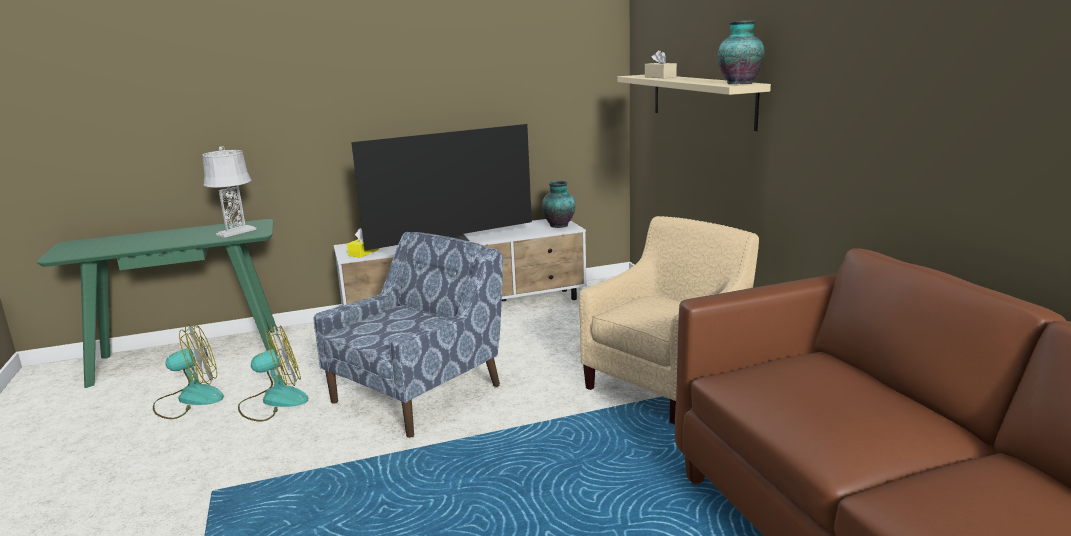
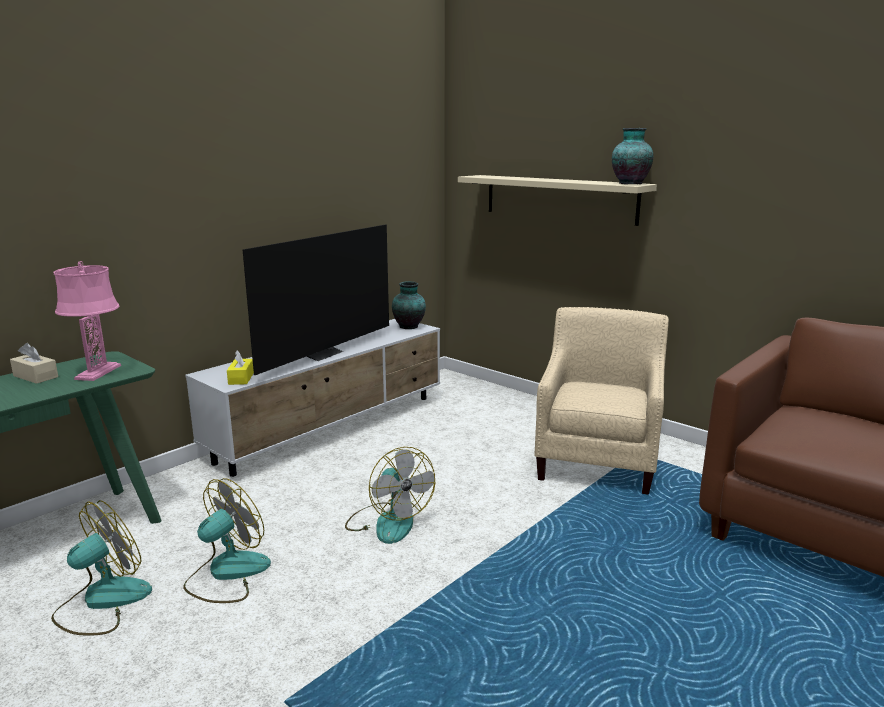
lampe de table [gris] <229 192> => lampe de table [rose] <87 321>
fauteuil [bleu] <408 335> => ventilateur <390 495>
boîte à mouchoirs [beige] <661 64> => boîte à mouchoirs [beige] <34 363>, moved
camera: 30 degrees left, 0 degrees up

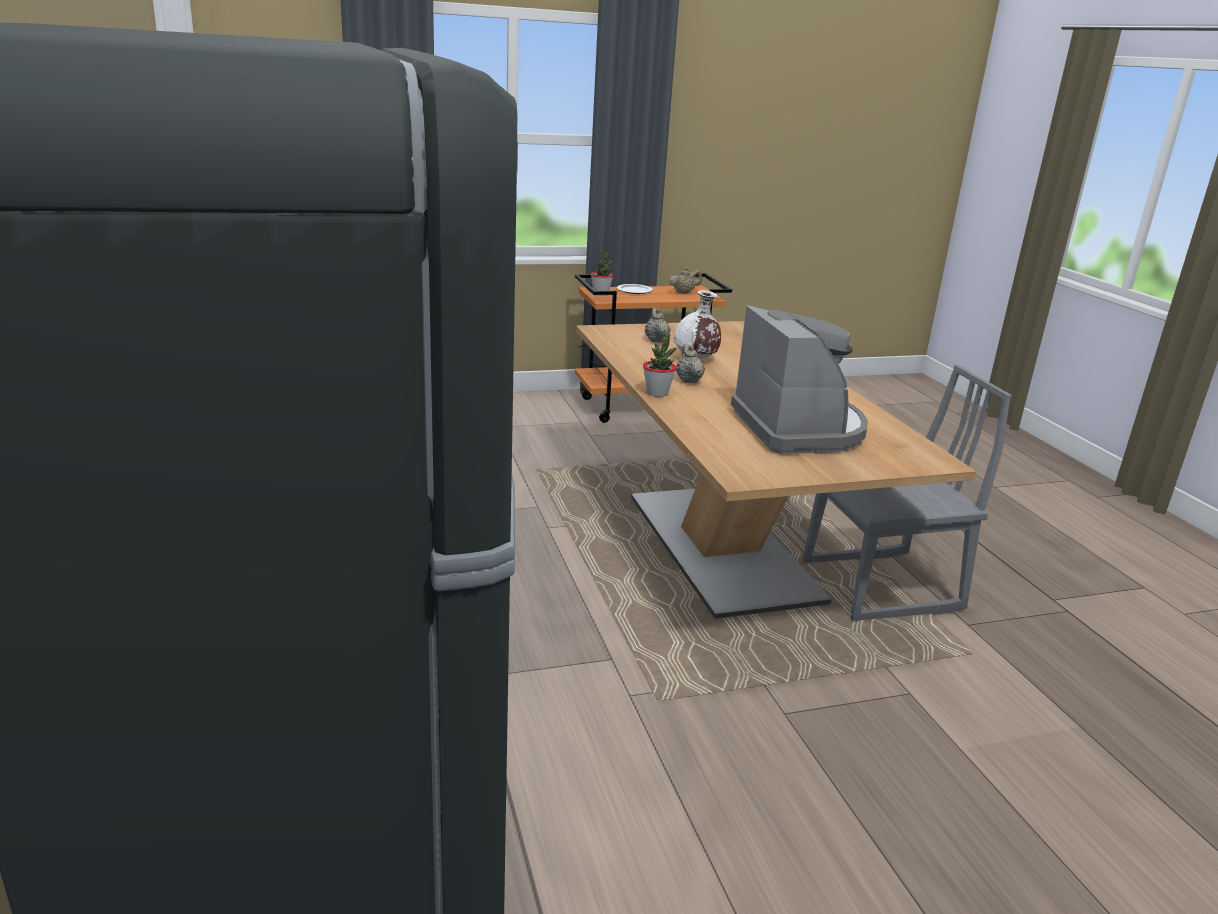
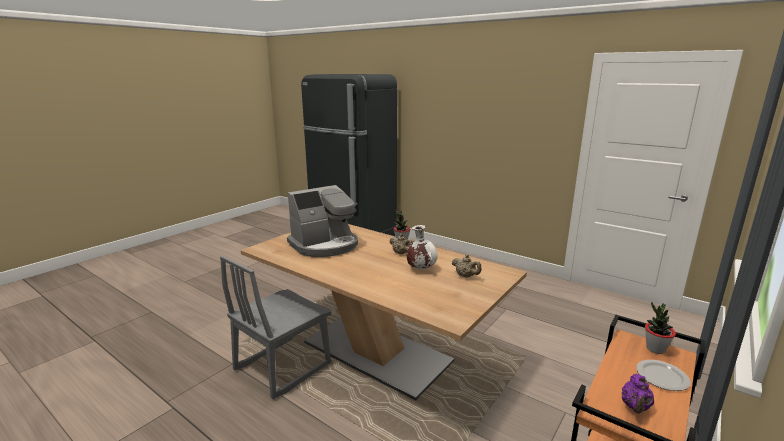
théière [beige] <685 280> => théière [violet] <638 394>
machine à café <799 379> => machine à café <322 221>, 75 degrees counterclockwise
camera: 145 degrees right, 5 degrees down

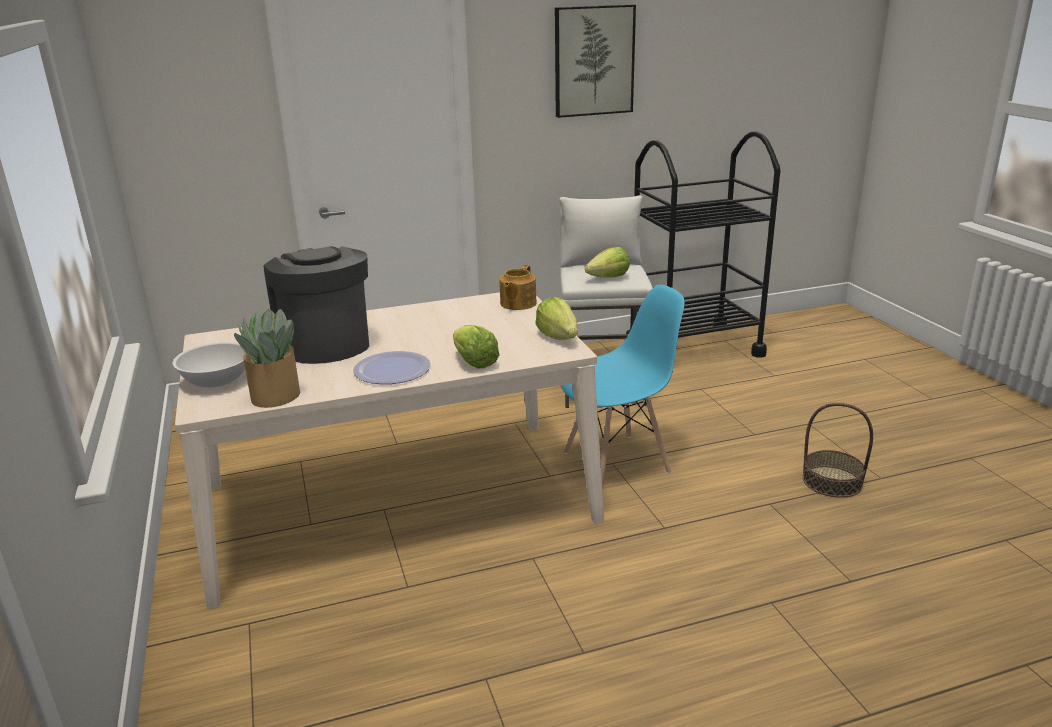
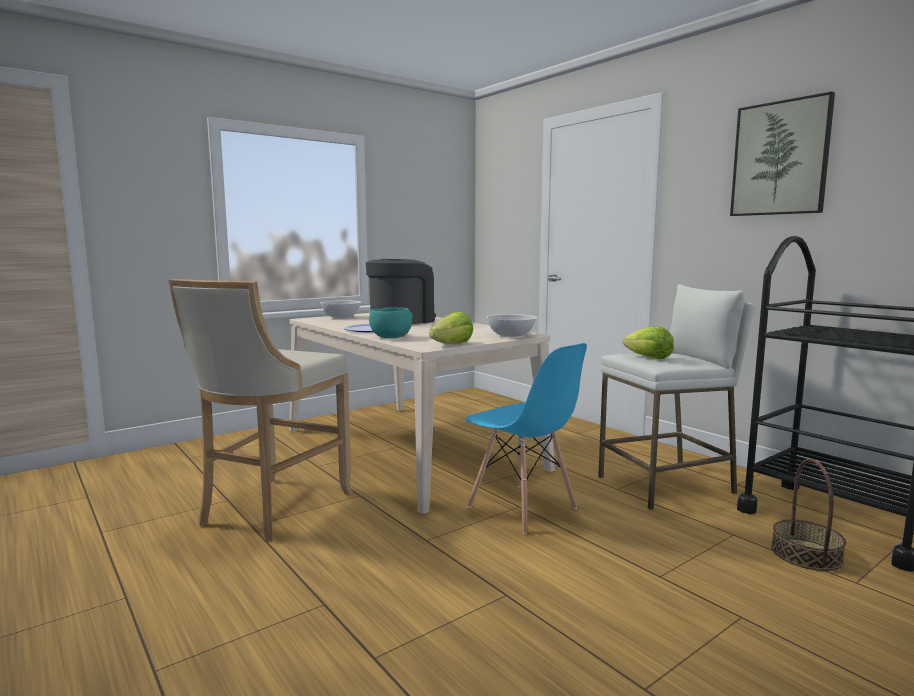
plante en pot <267 358> => nothing
laitue <476 346> => bol [turquoise] <391 322>
théière <518 287> => bol [blanc] <511 325>
panier <838 450> => panier <808 514>, moved
nothing => tabouret [beige] <260 410>
camera: 70 degrees right, 15 degrees down

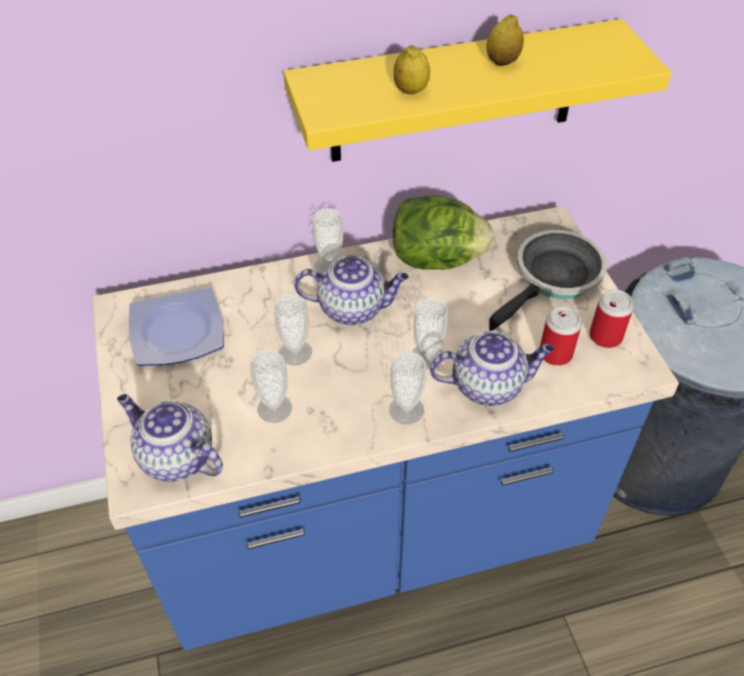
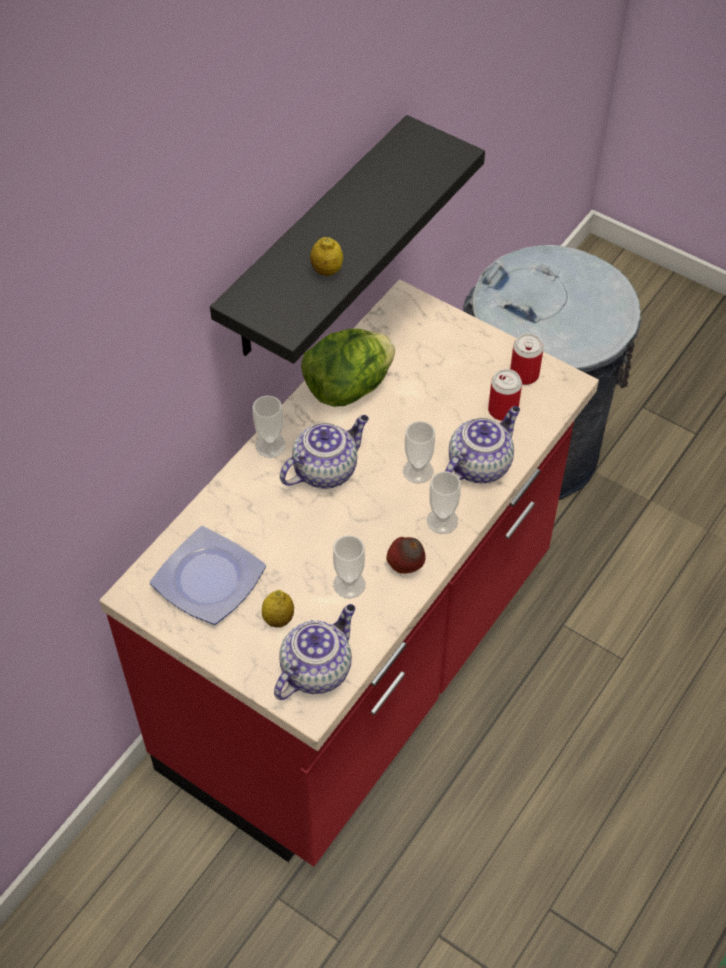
comptoir de cuisine [bleu] <385 428> => comptoir de cuisine [rouge] <349 573>
théière <170 438> => théière <314 652>, 135 degrees clockwise
tasse <293 330> => nothing
étagère [jaune] <477 90> => étagère [noir] <347 239>
citron <505 40> => citron <278 608>, moved
poêle <548 280> => nothing
nothing => pomme <406 555>
camera: 40 degrees left, 5 degrees up

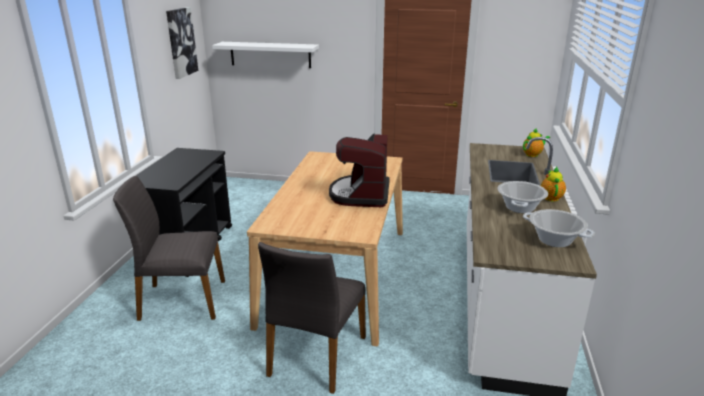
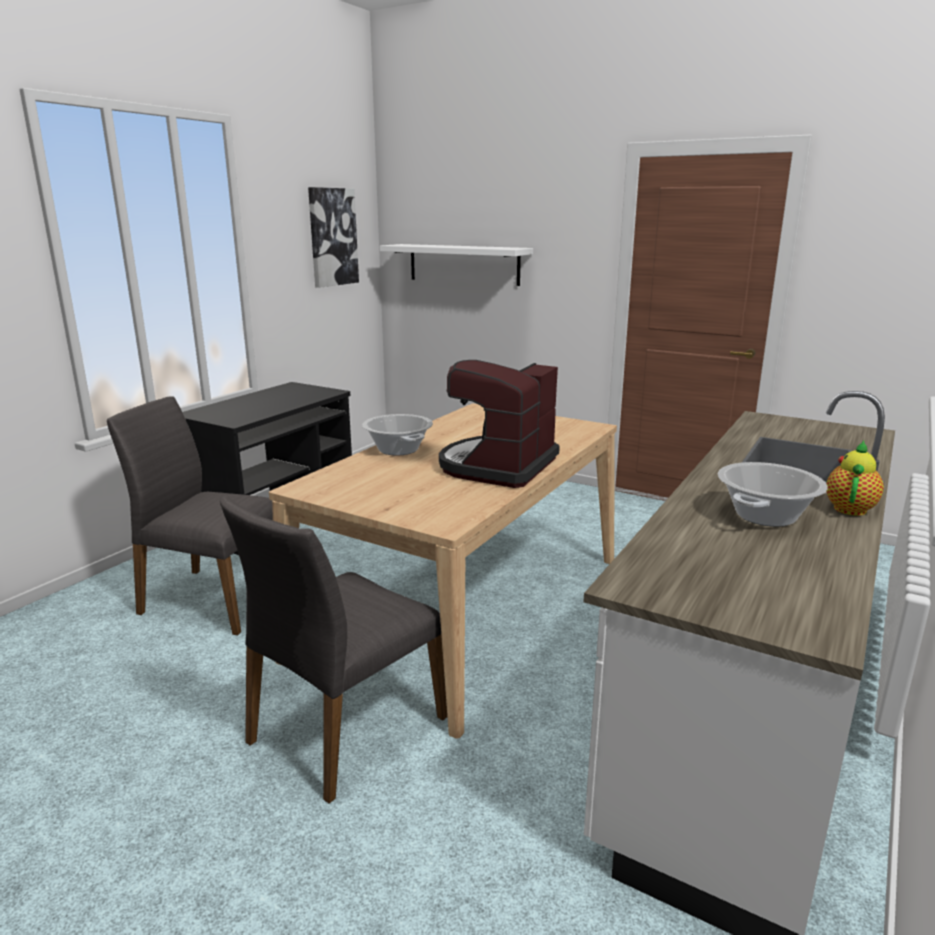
théière <536 142> => nothing
marmite <559 228> => marmite <397 434>, moved
camera: 20 degrees right, 5 degrees down

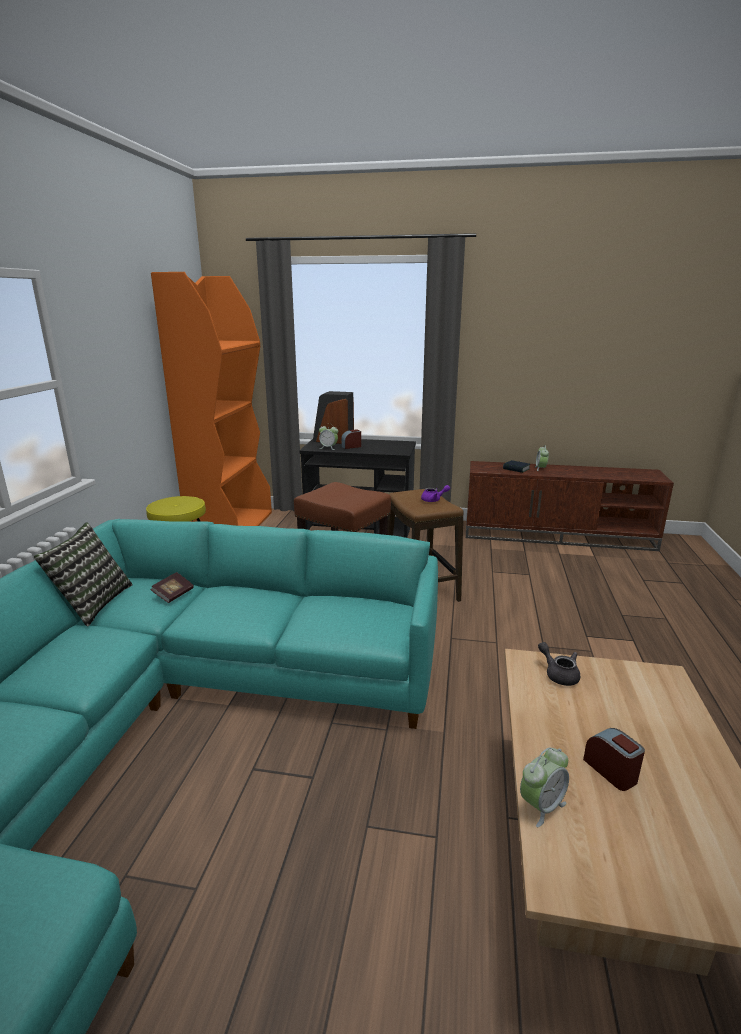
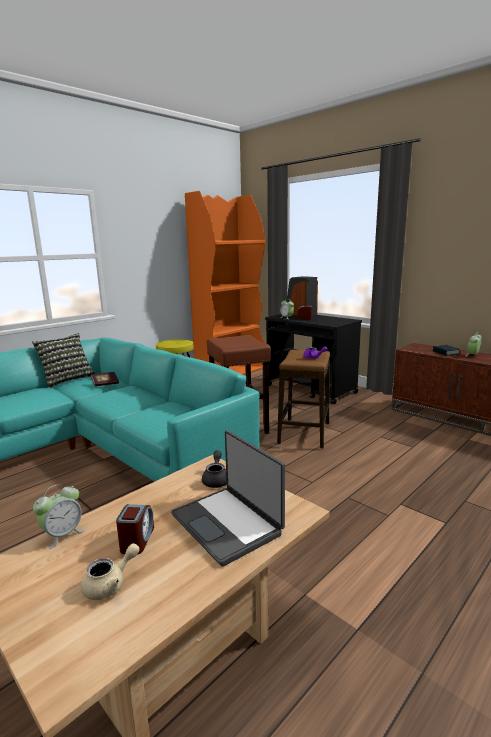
réveil <544 787> => réveil <59 516>, 45 degrees counterclockwise
nothing => théière [beige] <110 571>
nothing => ordinateur portable <228 498>
camera: 35 degrees right, 5 degrees down

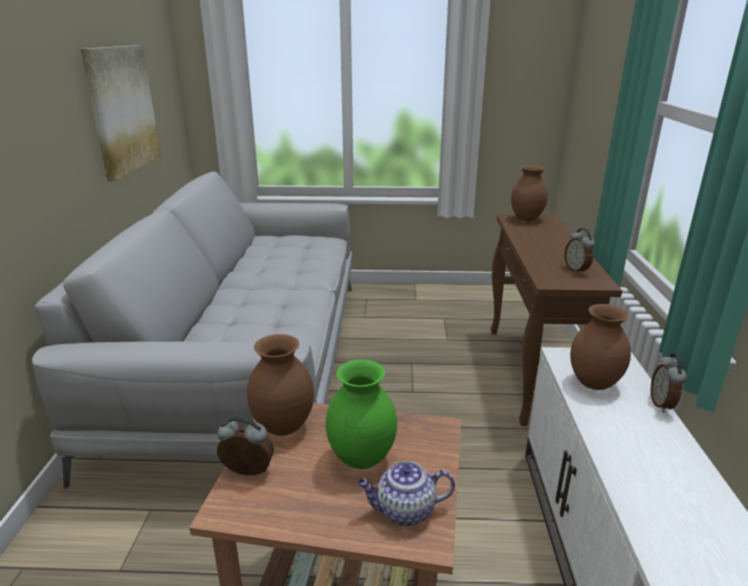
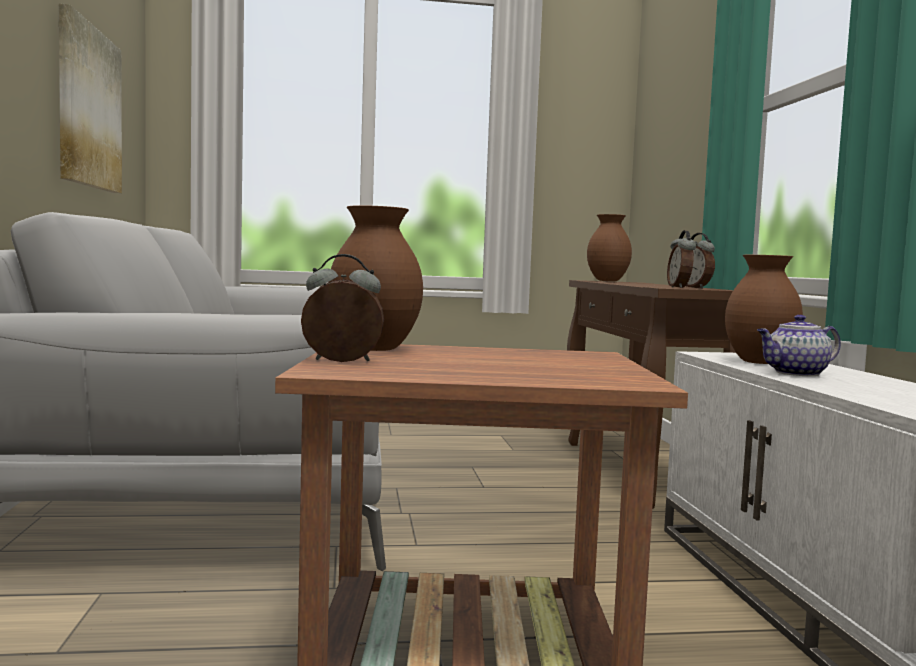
vase [vert] <361 414> => nothing
théière <406 494> => théière <799 345>, moved
réveil <669 383> => réveil <681 259>, moved
camera: 10 degrees left, 20 degrees down

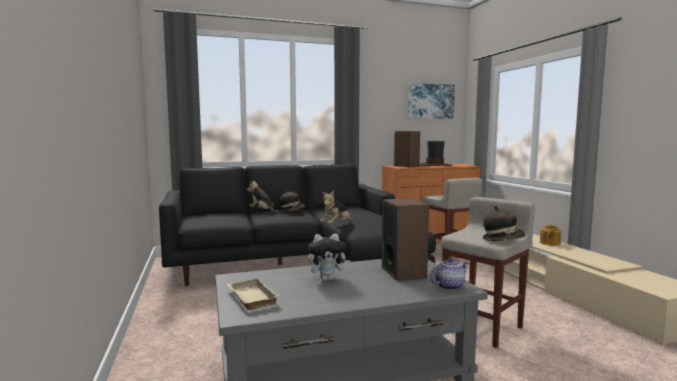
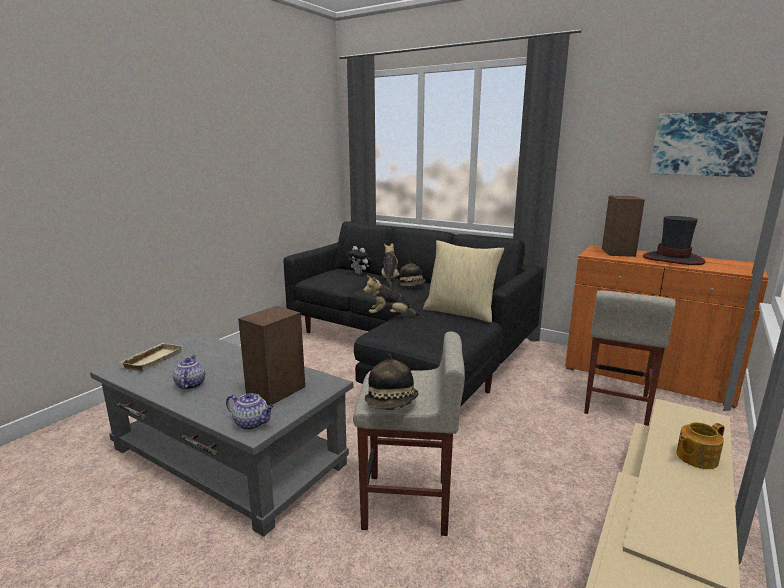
peluche <329 257> => peluche <359 260>, moved
nothing => théière <189 372>
nothing => coussin [beige] <463 281>
camera: 50 degrees right, 10 degrees up

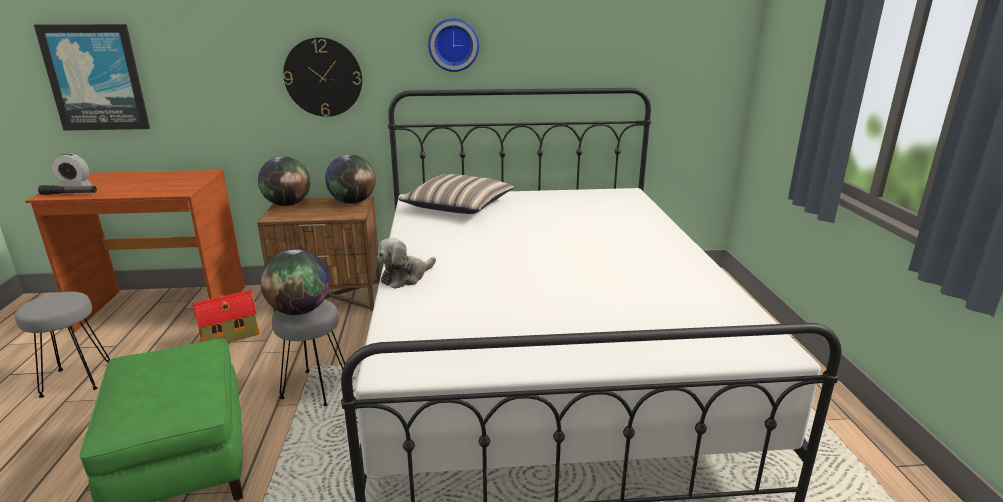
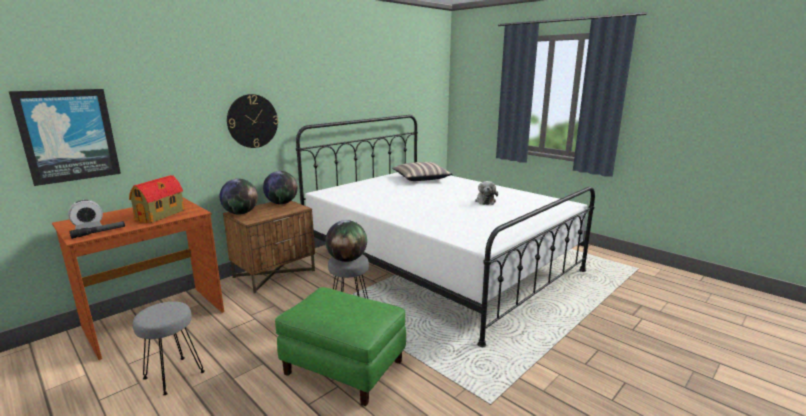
maison miniature <226 316> => maison miniature <157 199>, moved
peluche <406 263> => peluche <486 193>, moved
coussin <456 194> => coussin <422 171>, moved
horloge murale <453 45> => nothing
camera: 40 degrees left, 5 degrees down

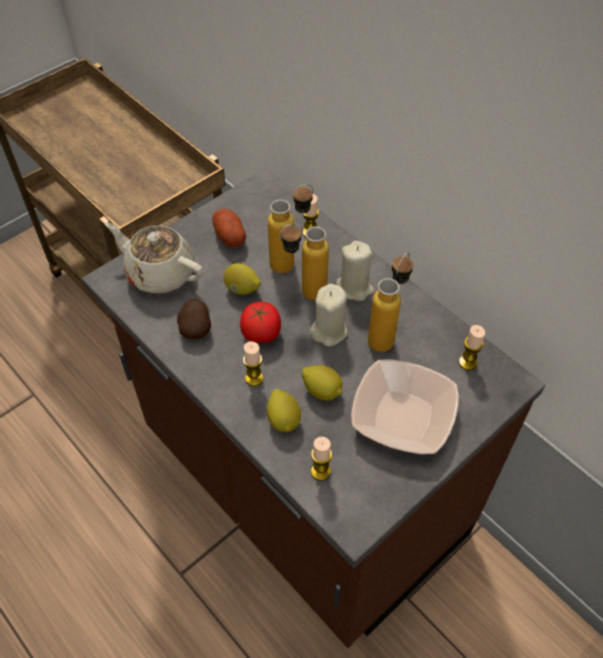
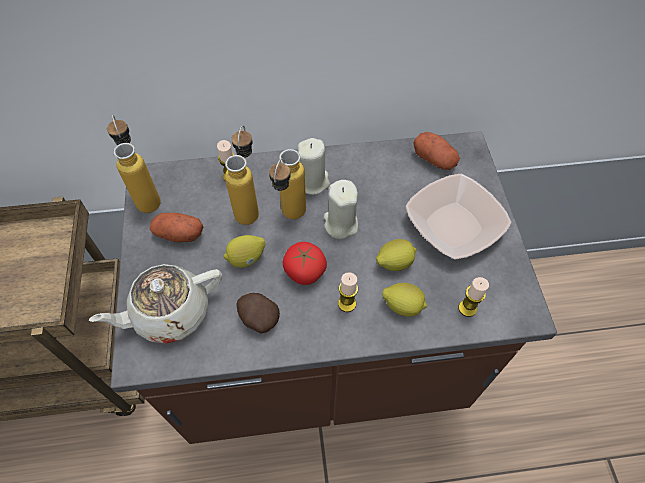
bouteille <390 302> => bouteille <134 164>, moved
bougie <472 347> => pomme de terre <436 151>
camera: 55 degrees left, 5 degrees up

